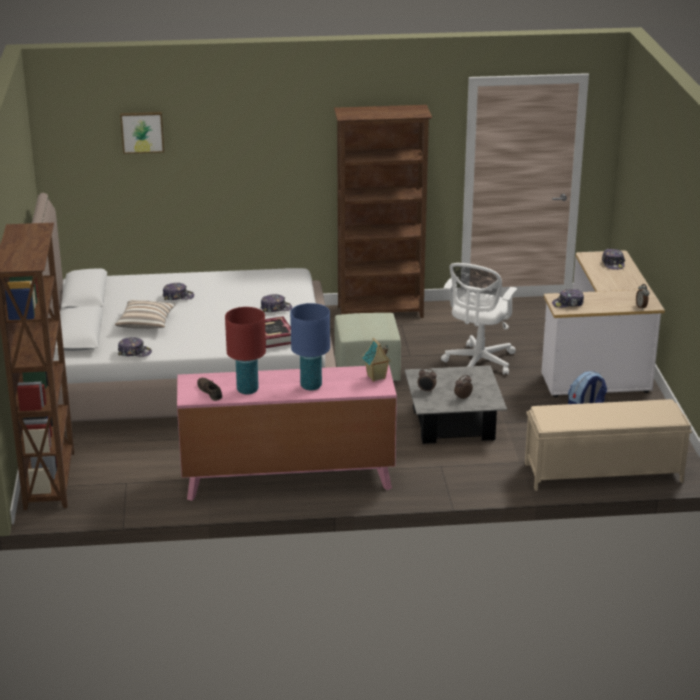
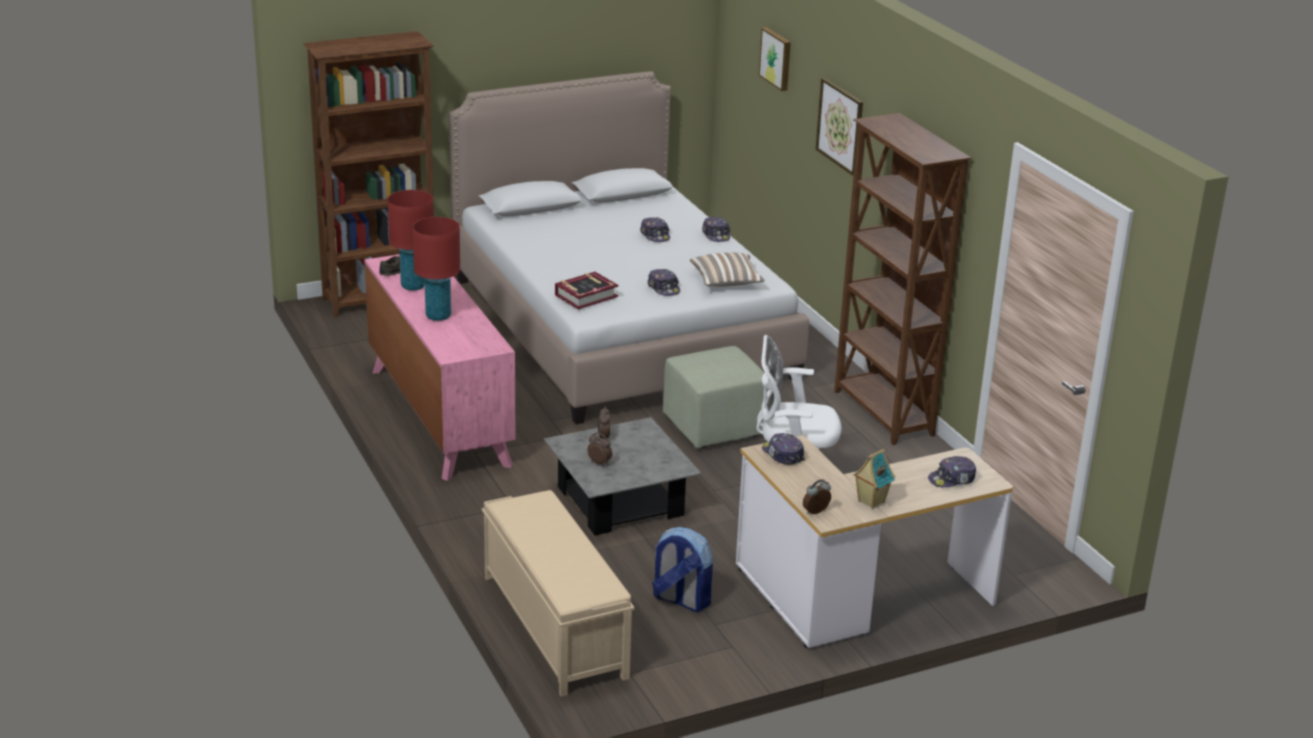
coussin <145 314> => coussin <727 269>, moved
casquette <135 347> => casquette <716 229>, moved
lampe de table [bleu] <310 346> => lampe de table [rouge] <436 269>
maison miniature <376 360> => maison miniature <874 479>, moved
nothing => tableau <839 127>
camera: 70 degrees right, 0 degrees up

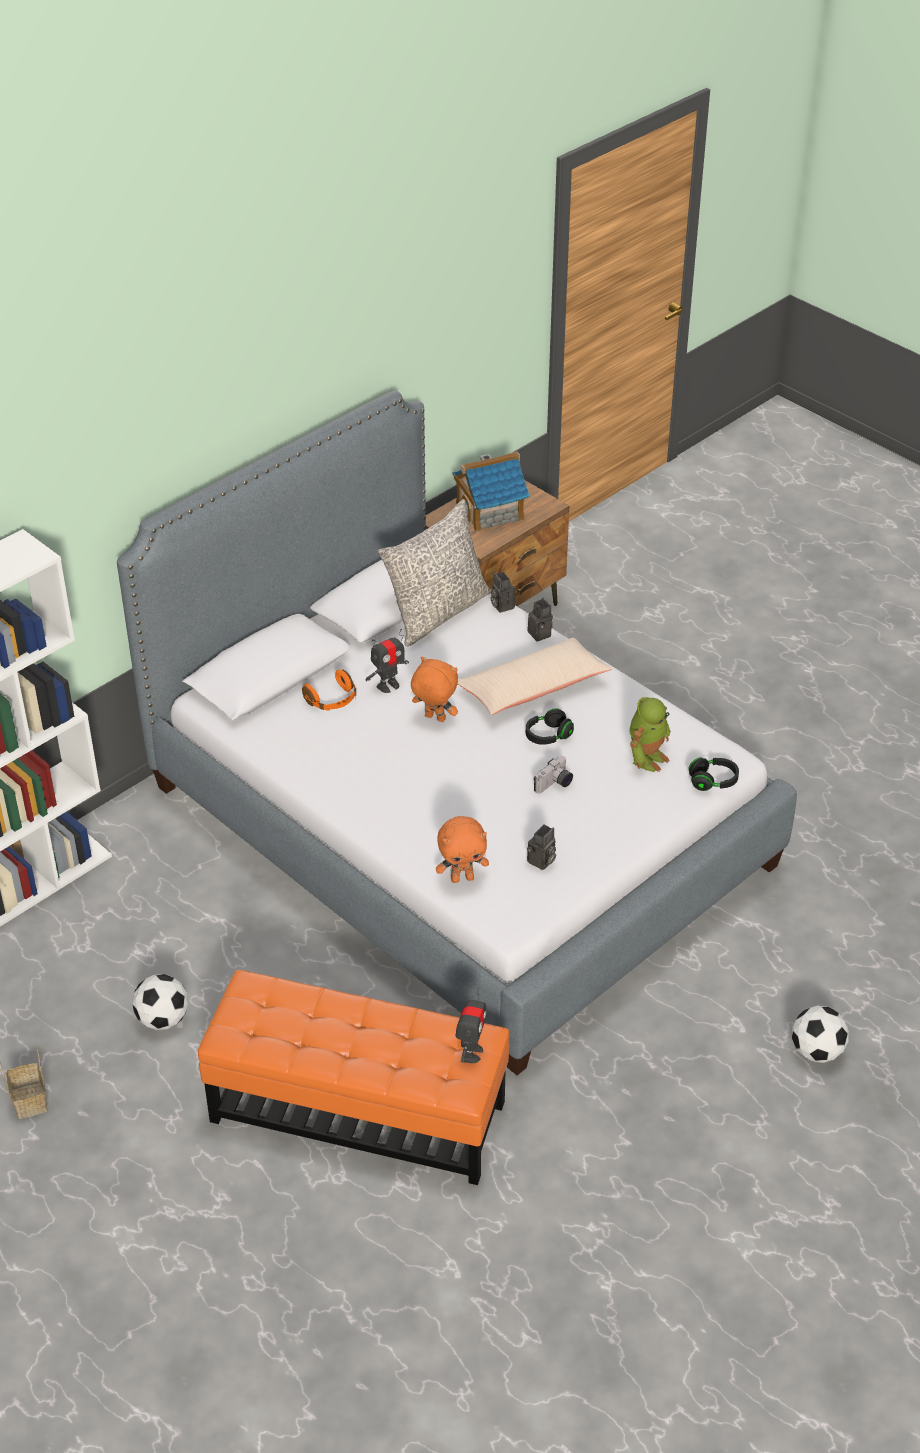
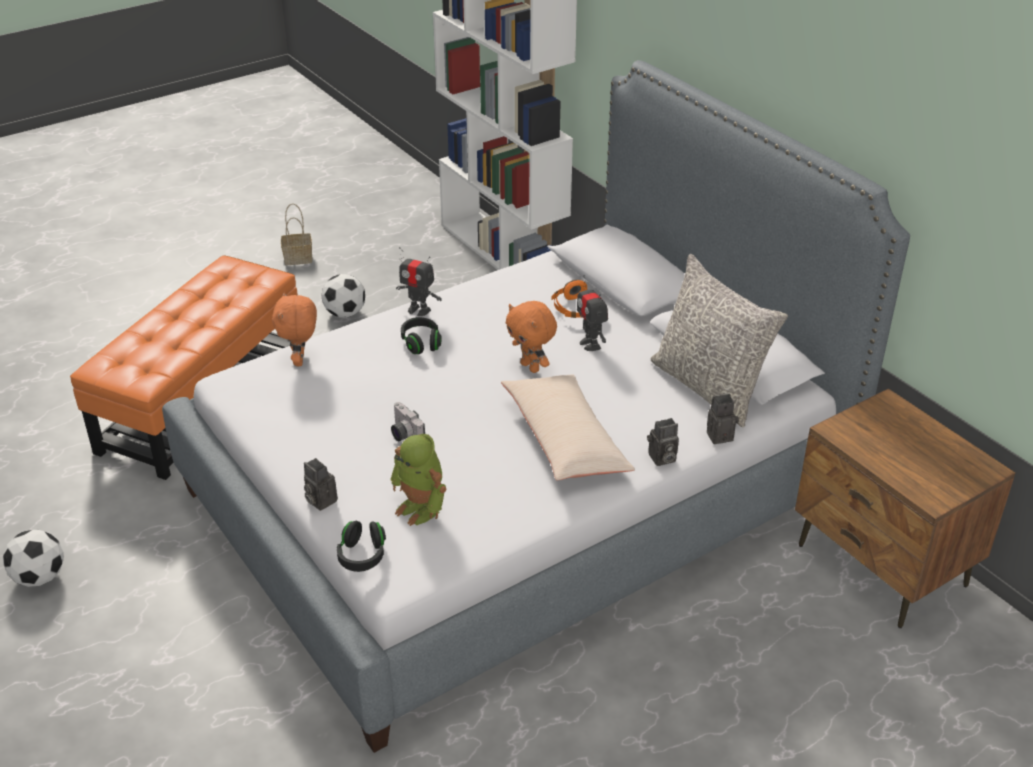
peluche [orange] <434 689> => peluche [orange] <531 337>, 105 degrees clockwise
maison miniature <491 491> => nothing
robot jouet <470 1025> => robot jouet <419 281>, moved
casque audio [noir] <550 726> => casque audio [noir] <421 335>, moved
appareil photo <541 847> => appareil photo <321 484>, moved
ballon de foot <820 1034> => ballon de foot <33 558>, moved
camera: 100 degrees right, 5 degrees down

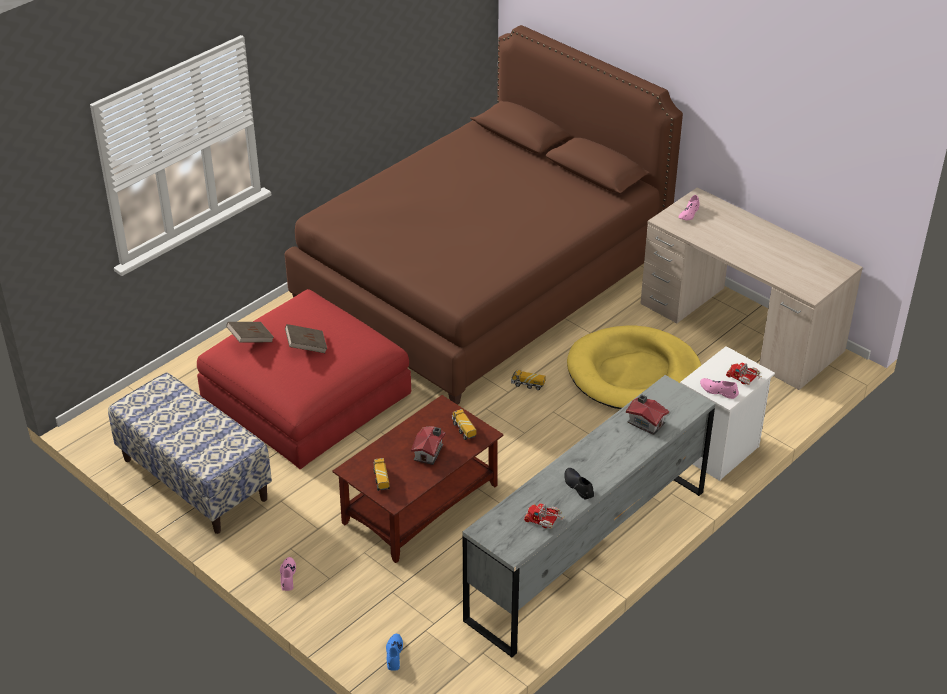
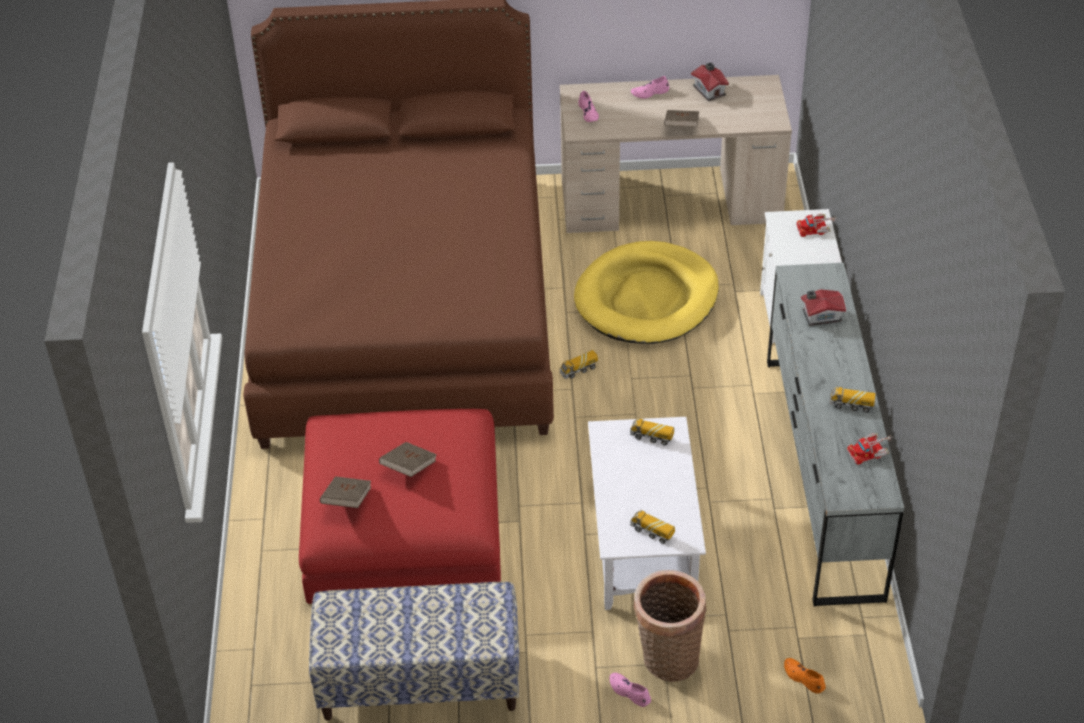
table basse [marron] <417 479> => table basse [blanc] <647 513>
chaussure [bleu] <394 652> => chaussure [orange] <805 676>
maison miniature <428 445> => maison miniature <710 81>, moved
chaussure [noir] <579 484> => camion jouet <852 400>
chaussure [rose] <719 388> => chaussure [rose] <650 87>, moved
nothing => panier <670 626>
nothing => livre [marron] <681 118>
camera: 45 degrees left, 5 degrees up

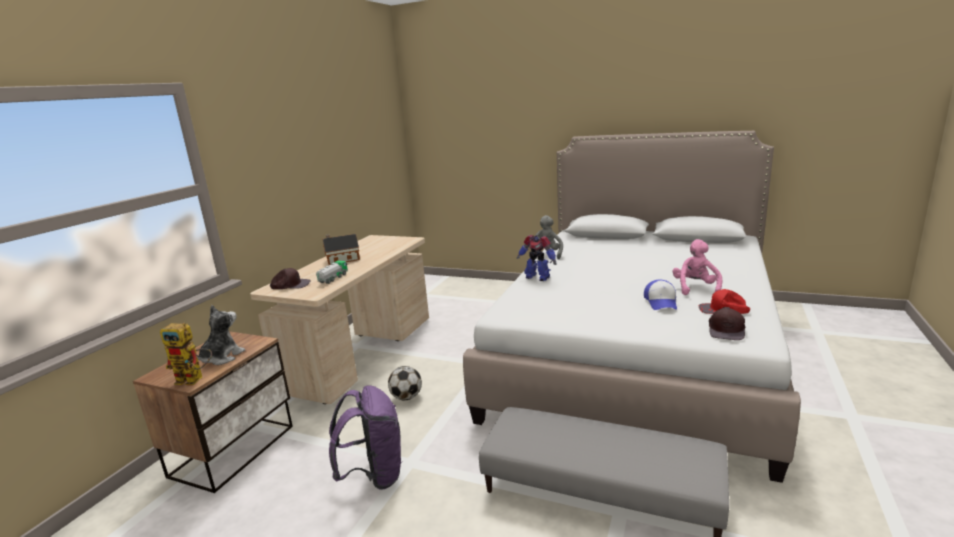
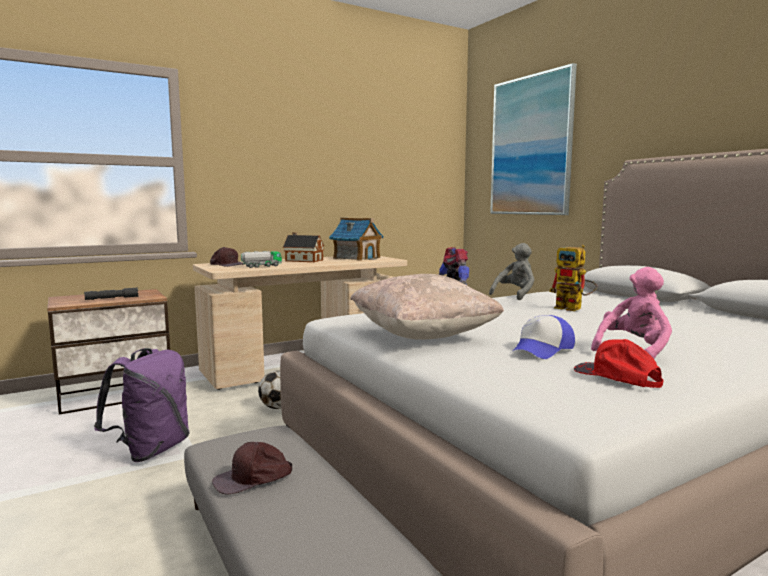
robot jouet <186 354> => robot jouet <573 278>, moved
peluche <220 335> => lampe de poche [gris] <111 293>
casquette [marron] <727 323> => casquette [marron] <252 468>, moved
nothing => maison miniature <356 239>
nothing => coussin [beige] <427 307>
nothing => tableau <533 139>
camera: 35 degrees right, 10 degrees down

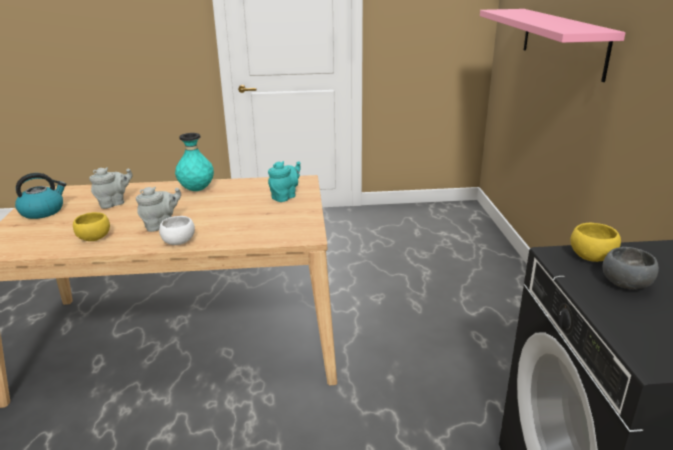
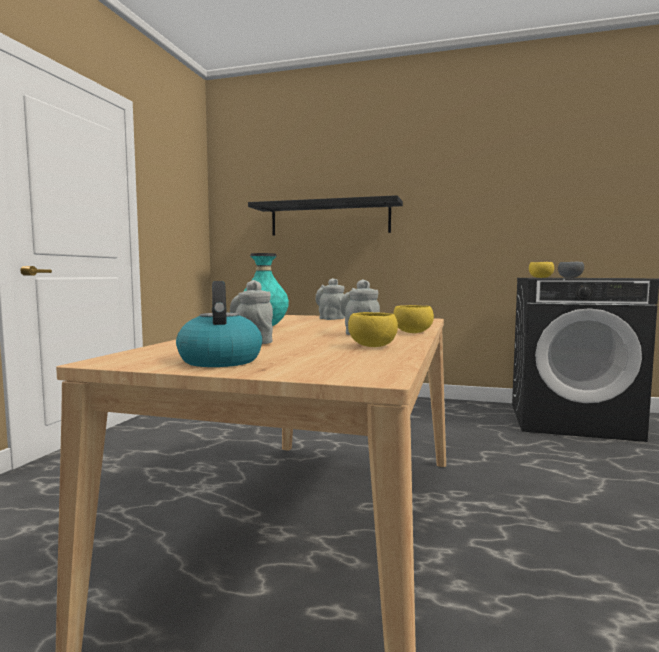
bol [blanc] <177 230> => bol [jaune] <413 319>
théière [turquoise] <284 181> => théière [gris] <330 299>
étagère [rose] <553 45> => étagère [noir] <325 215>
camera: 70 degrees left, 20 degrees down

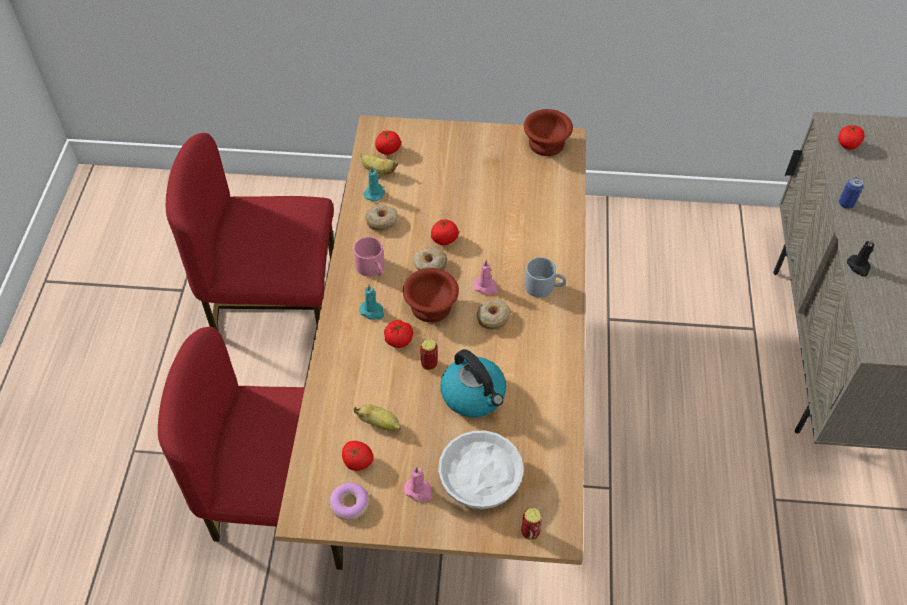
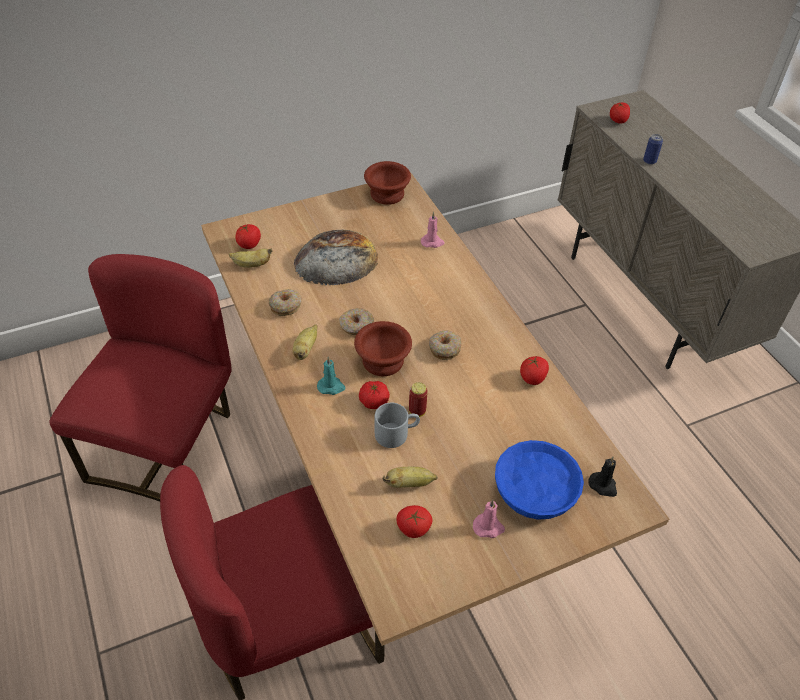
chaise [rouge] <250 232> => chaise [rouge] <140 378>, 135 degrees clockwise
beignet <349 501> => nothing
mug [rose] <369 257> => banane <305 342>
bougie [turquoise] <374 184> => nothing
tomate <445 232> => tomate <534 370>, moved
bol [blanc] <481 470> => bol [bleu] <539 480>
bouilloire <473 383> => nothing
bougie [rose] <485 277> => bougie [rose] <432 230>, moved
boîte métallique <531 524> => nothing
mug [gris] <545 277> => mug [gris] <397 425>, moved
bougie [noir] <860 257> => bougie [noir] <602 477>, moved
nothing => pain <336 257>
camera: 30 degrees left, 5 degrees down

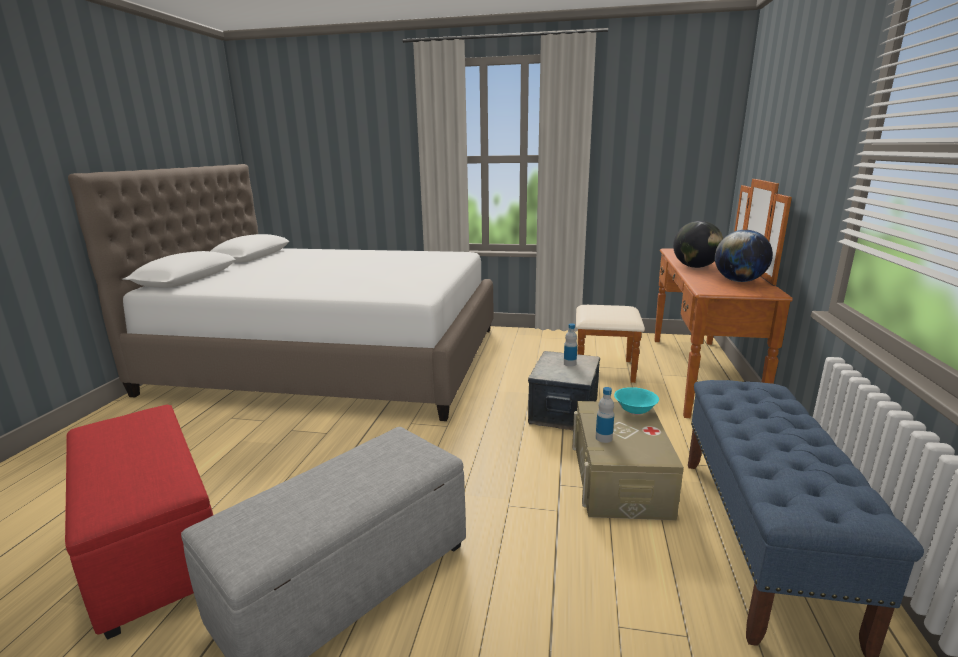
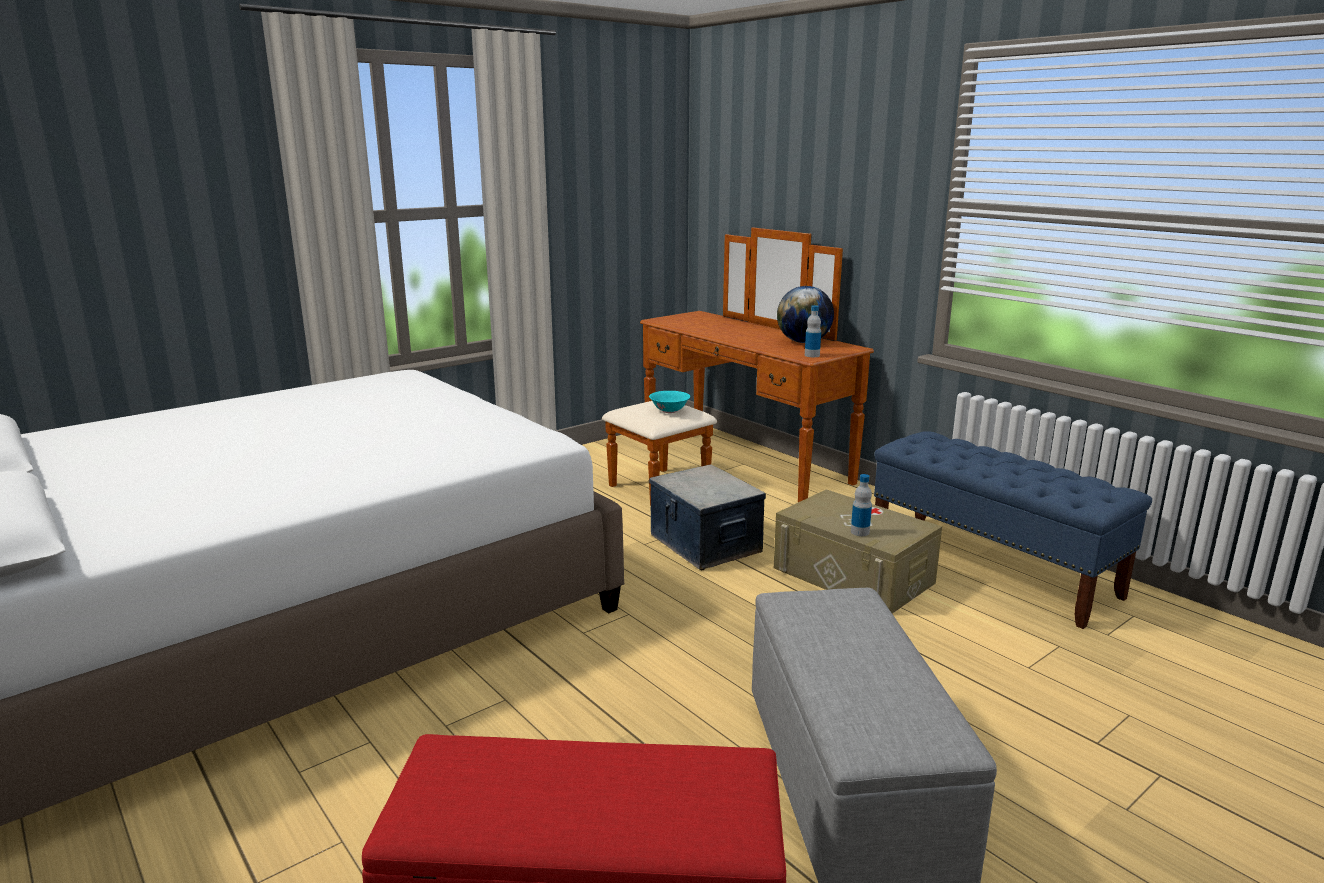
bouteille <570 345> => bouteille <813 331>, moved
bol [turquoise] <636 401> => bol [turquoise] <669 402>, moved
globe <698 244> => nothing
camera: 50 degrees left, 0 degrees up

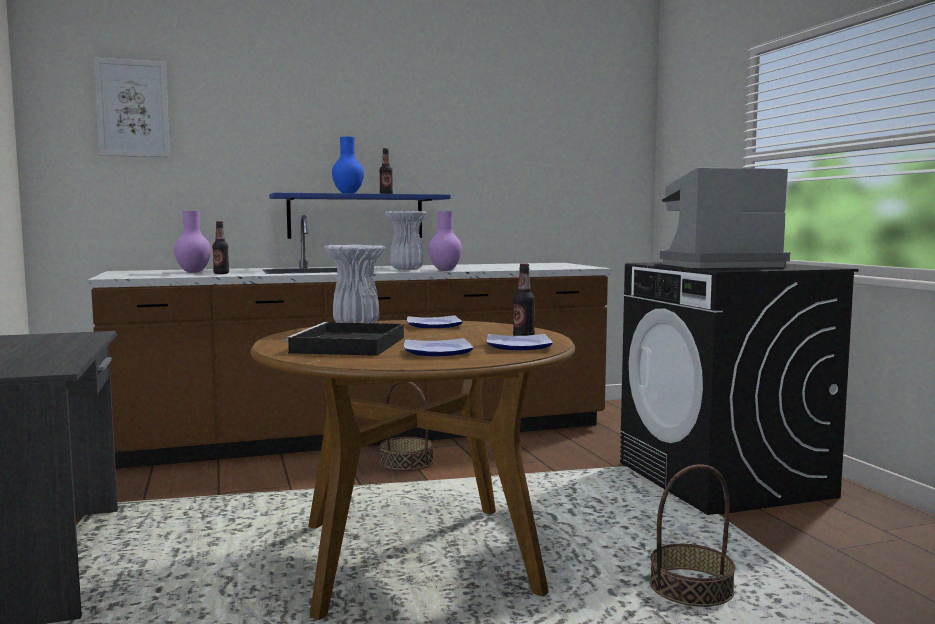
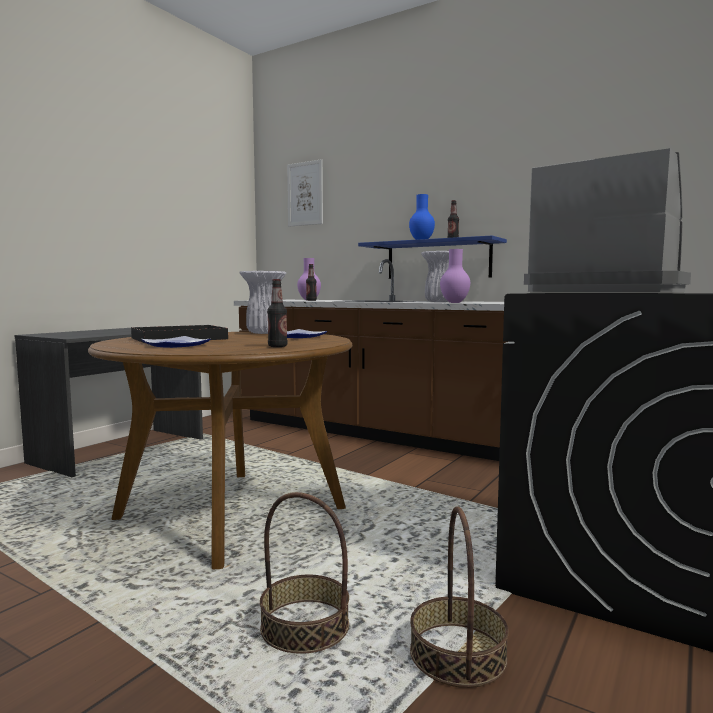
panier <407 426> => panier <459 597>, moved
assiette <519 342> => nothing
camera: 50 degrees right, 0 degrees up

